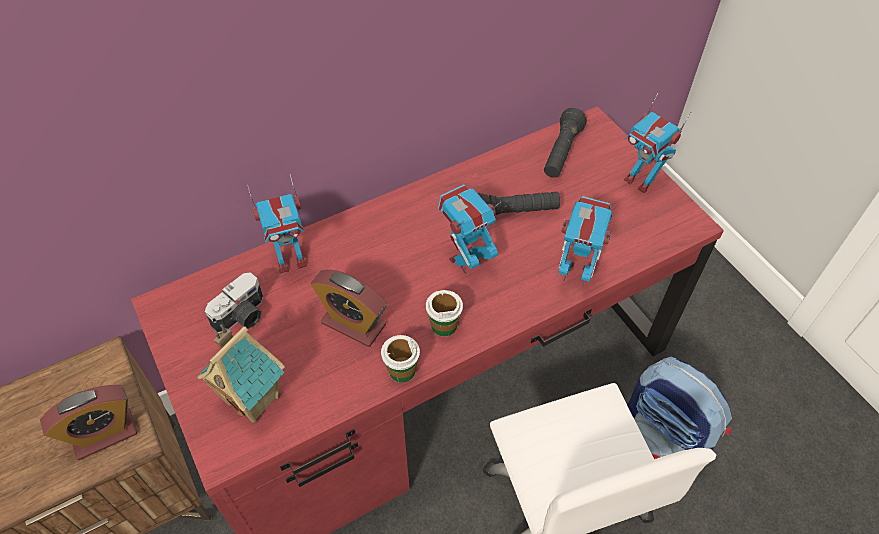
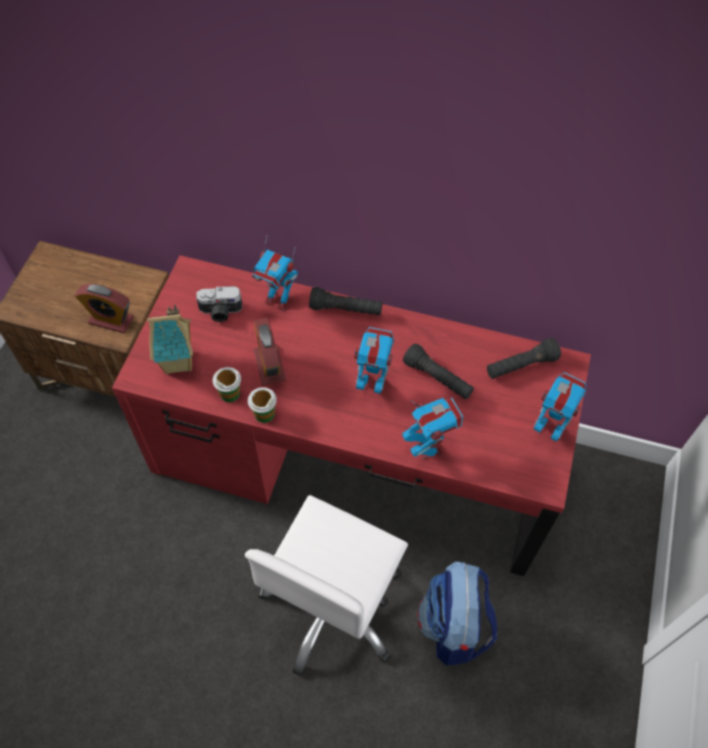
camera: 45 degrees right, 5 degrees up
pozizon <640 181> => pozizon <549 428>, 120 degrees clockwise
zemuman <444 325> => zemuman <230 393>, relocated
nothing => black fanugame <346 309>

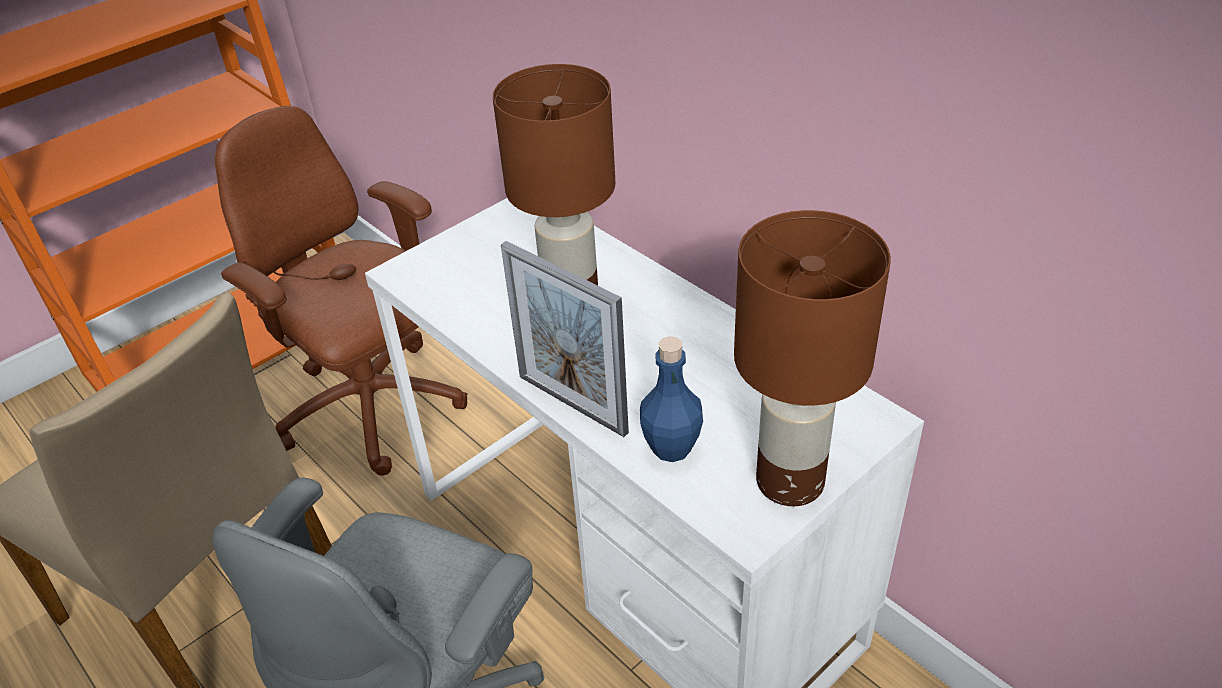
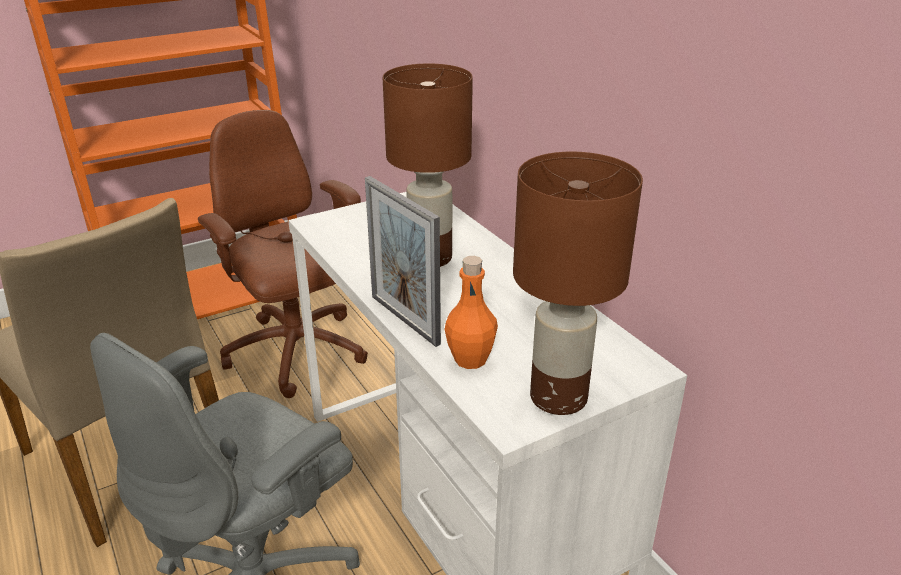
camera: 10 degrees right, 10 degrees down
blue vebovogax <671 447> => orange vebovogax <470 359>

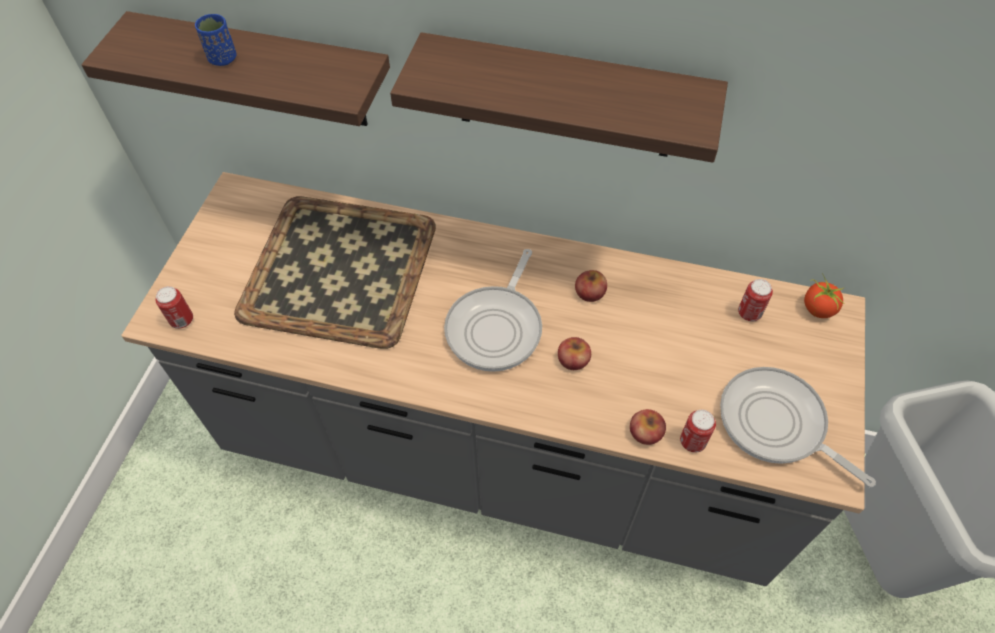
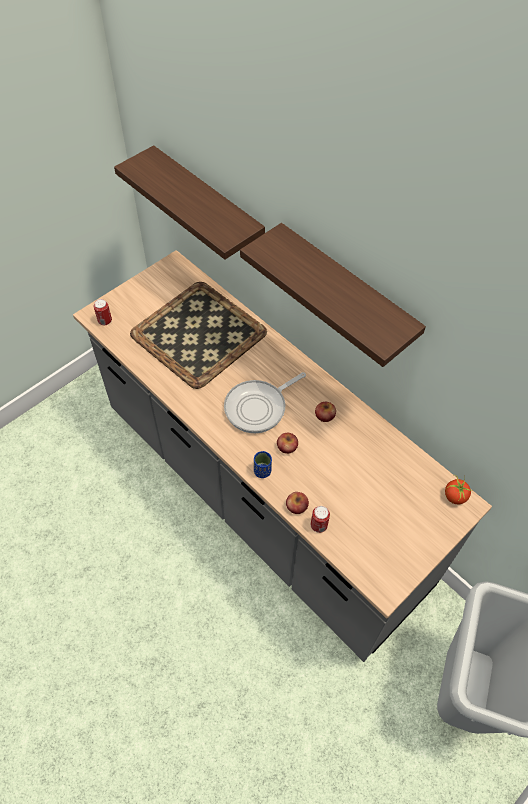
camera: 30 degrees right, 0 degrees up
blue zemuman <223 58> => blue zemuman <262 471>, relocated
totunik <749 313> => nothing
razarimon <776 424> => nothing

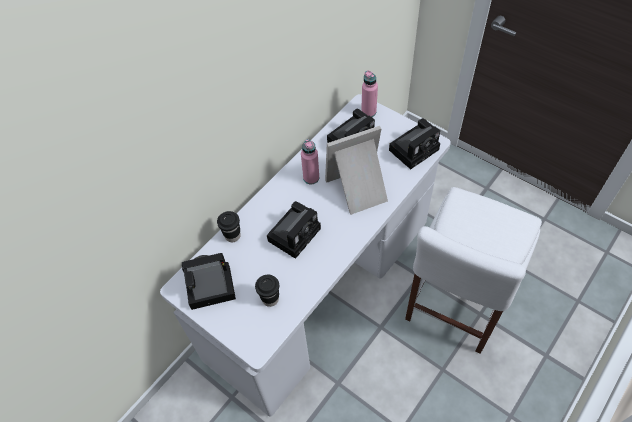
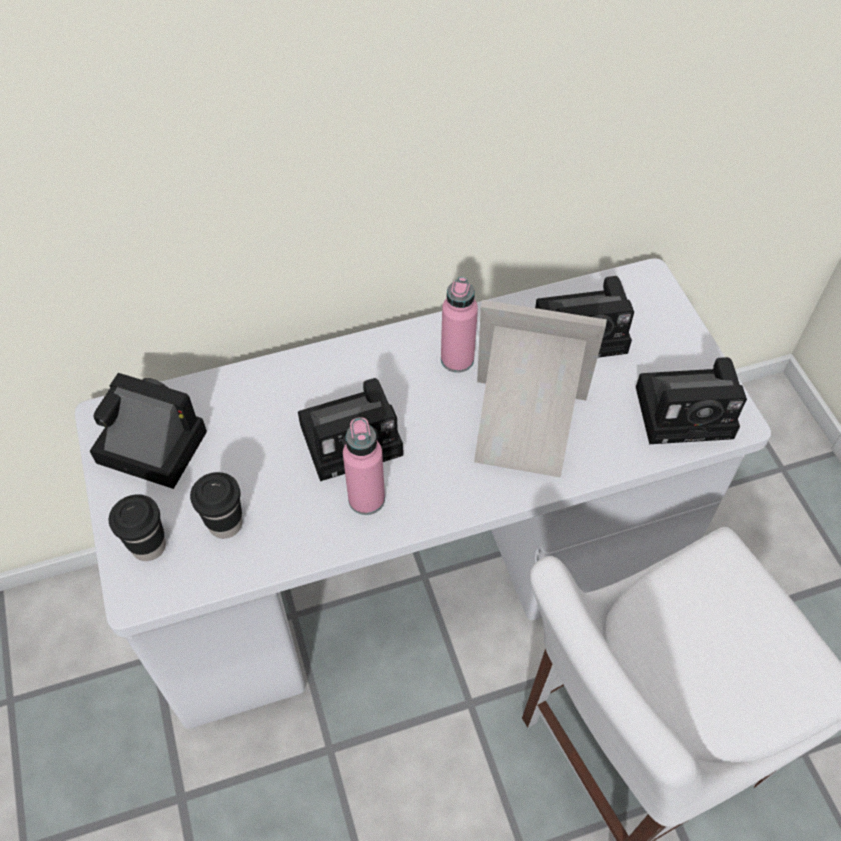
camera: 30 degrees right, 0 degrees up
pink vebovogax <368 112> => pink vebovogax <366 499>, relocated
black zemuman <232 236> => black zemuman <149 546>, relocated

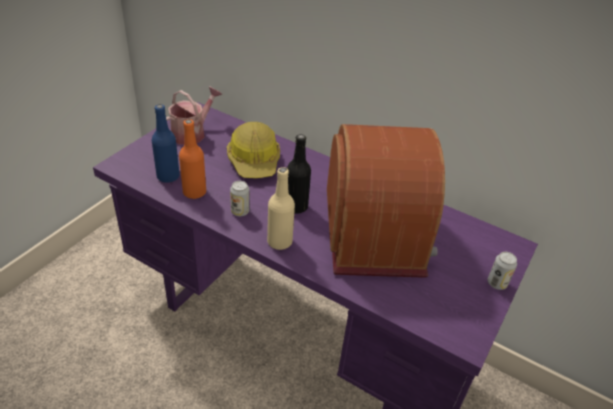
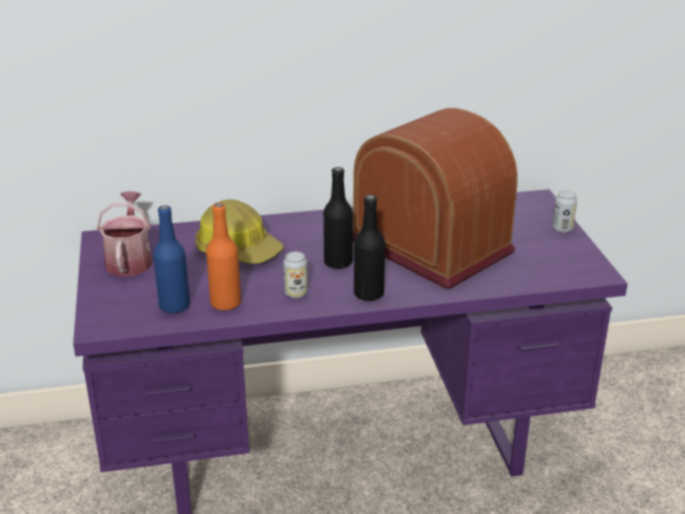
camera: 40 degrees left, 10 degrees down
beige vebovogax <279 242> => black vebovogax <368 294>

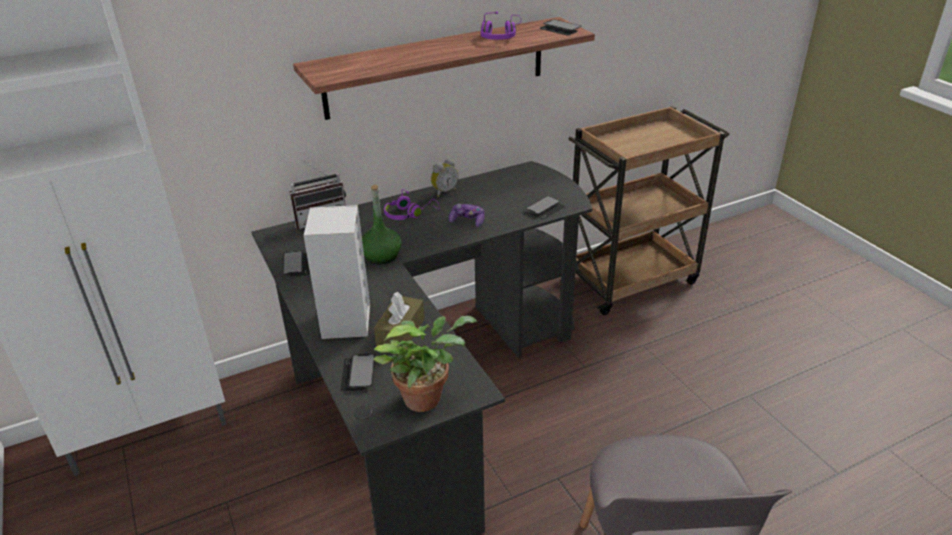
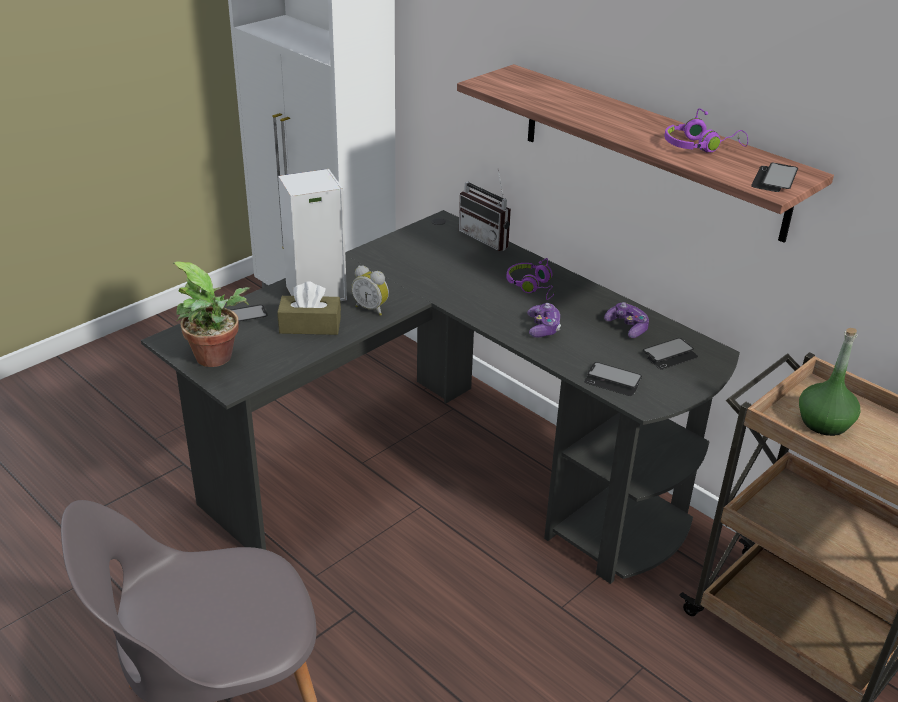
camera: 70 degrees right, 0 degrees up
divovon <444 191> => divovon <371 308>, relocated
green vebovogax <381 256> => green vebovogax <824 422>, relocated
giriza <296 265> => giriza <670 355>, relocated
nothing => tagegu <627 327>

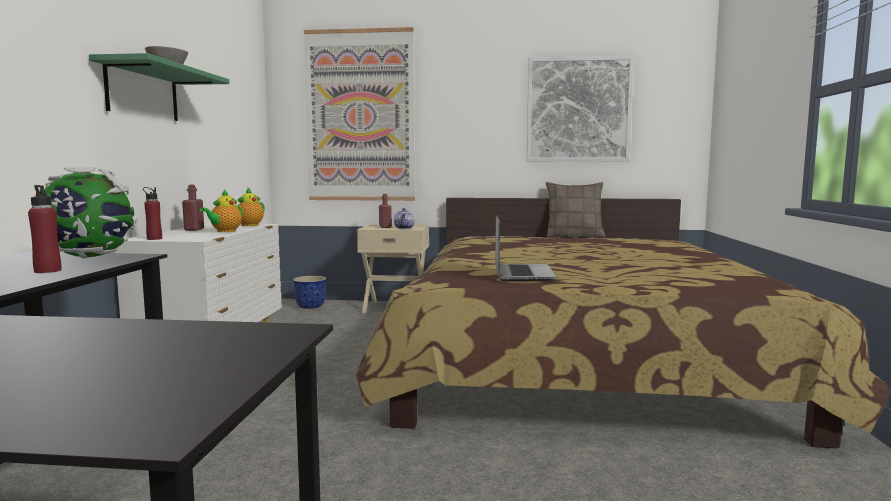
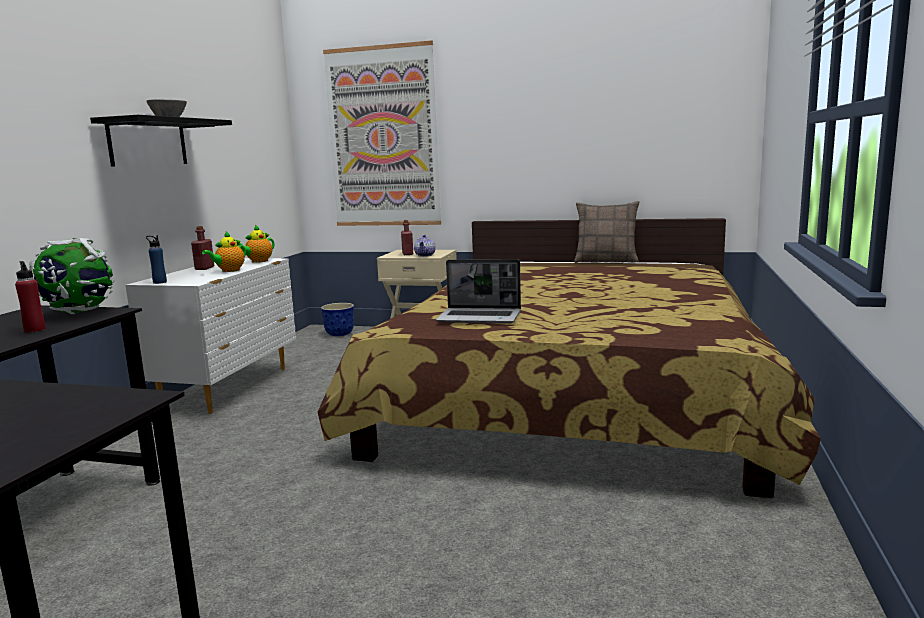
camera: 10 degrees right, 5 degrees up
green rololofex <142 92> => black rololofex <148 142>
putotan <578 110> => nothing
red vebovogax <154 239> => blue vebovogax <159 282>
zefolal <522 274> => zefolal <480 317>, 90 degrees clockwise

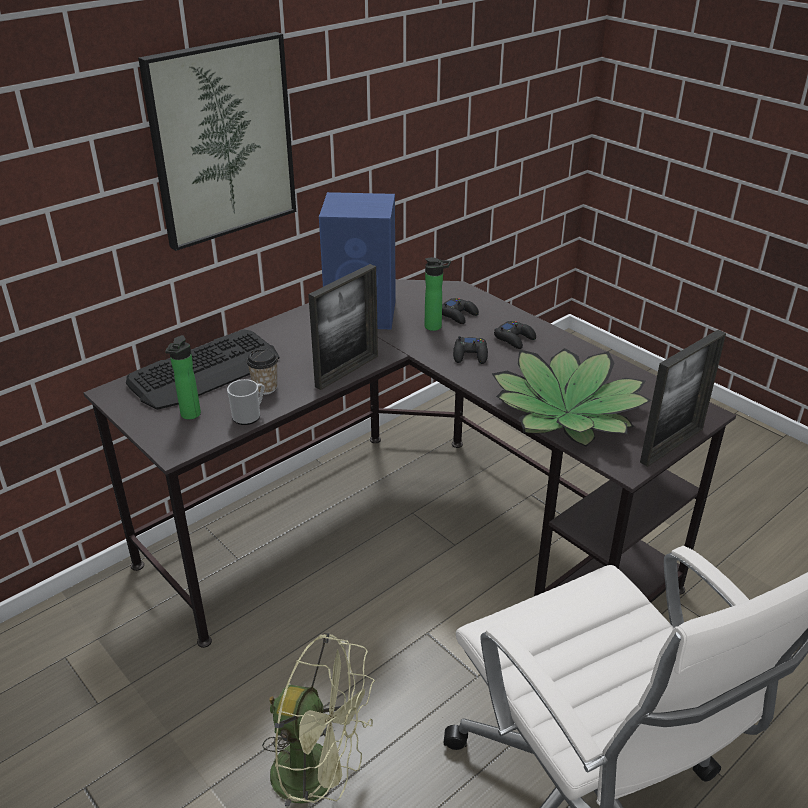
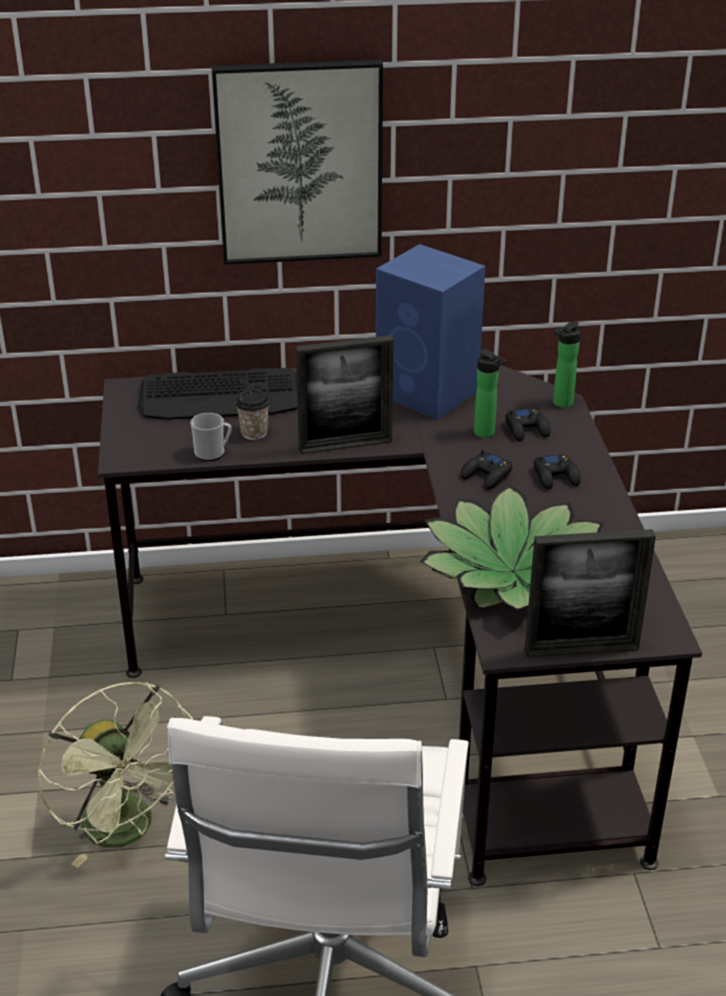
camera: 35 degrees right, 0 degrees up
vebovogax <189 416> => vebovogax <560 404>, relocated

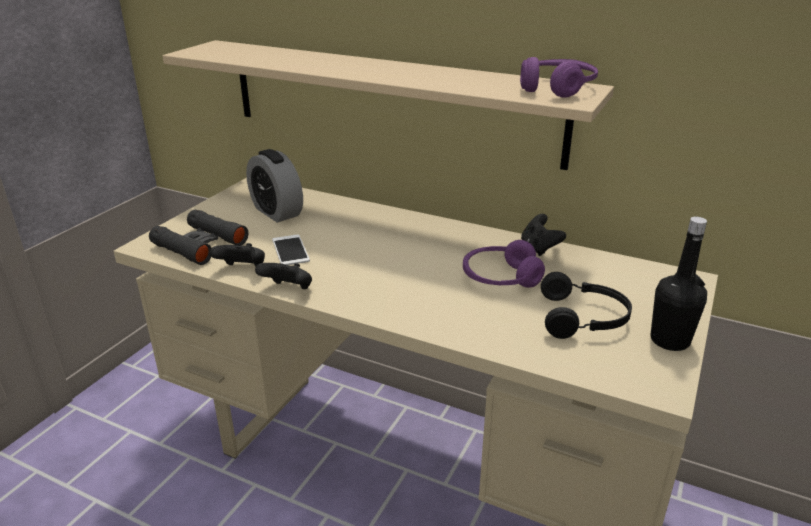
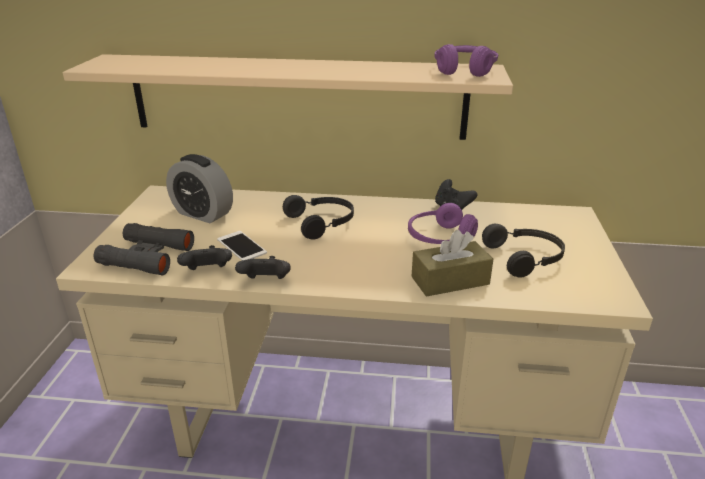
camera: 20 degrees left, 0 degrees up
black vebovogax <669 340> => nothing
nothing => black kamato <322 223>
nothing => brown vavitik <450 280>

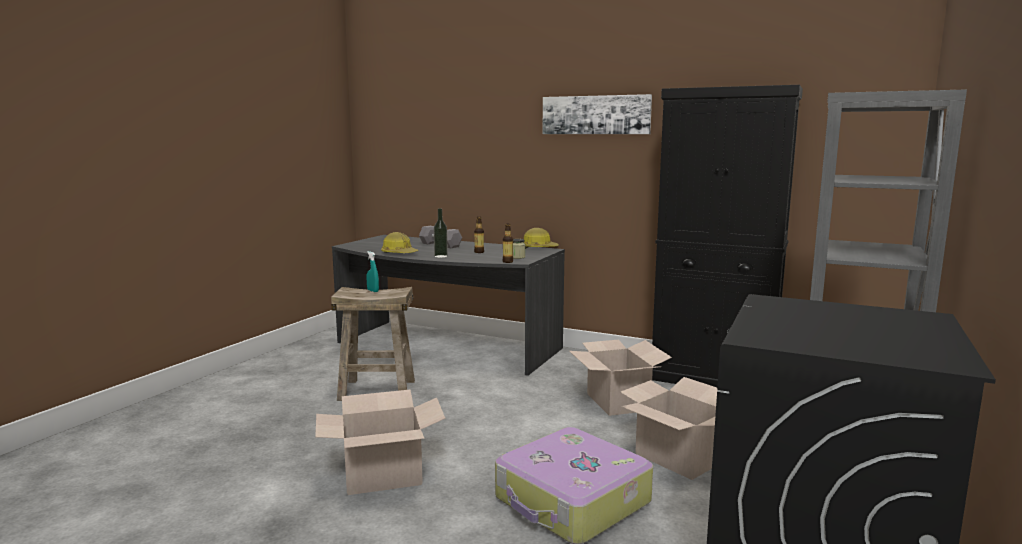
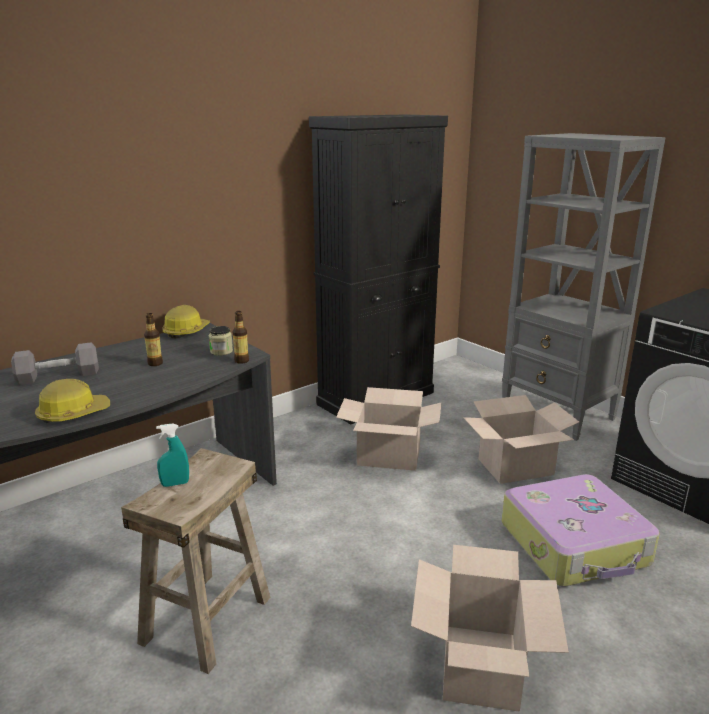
camera: 65 degrees left, 10 degrees up
putotan <596 115> => nothing
vebovogax <440 256> => nothing

